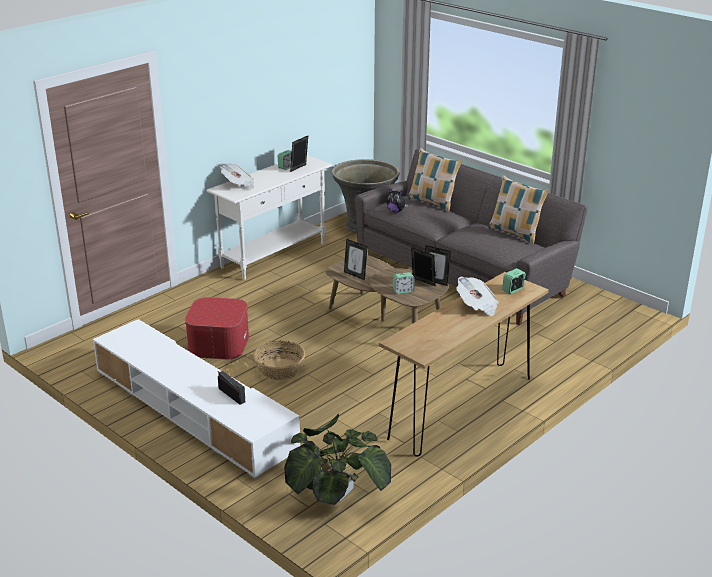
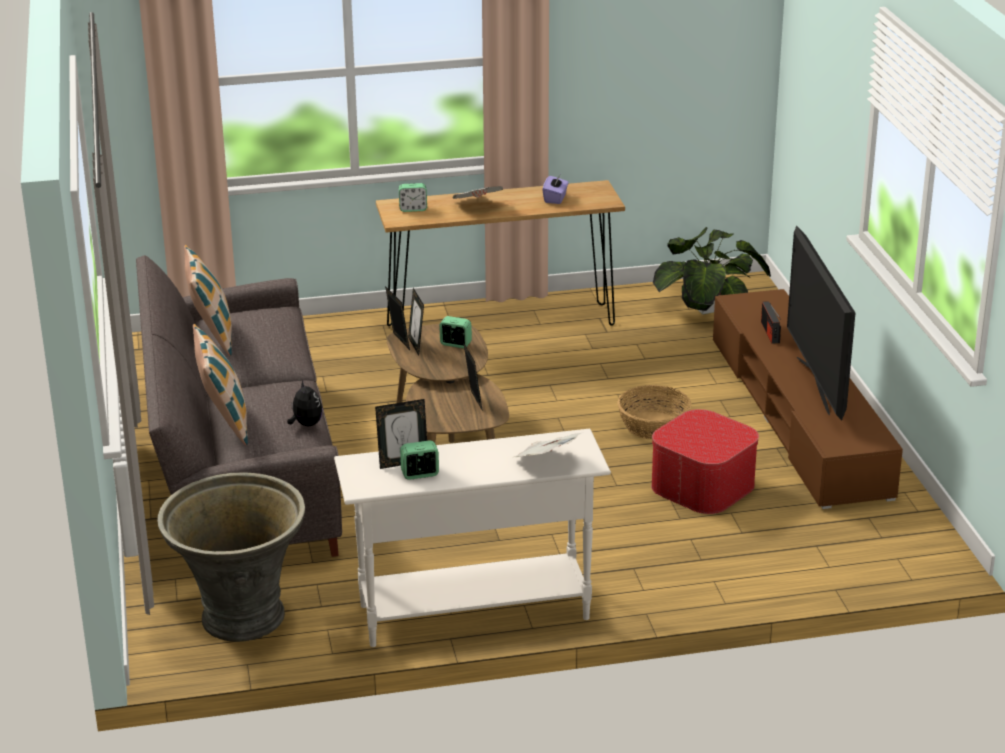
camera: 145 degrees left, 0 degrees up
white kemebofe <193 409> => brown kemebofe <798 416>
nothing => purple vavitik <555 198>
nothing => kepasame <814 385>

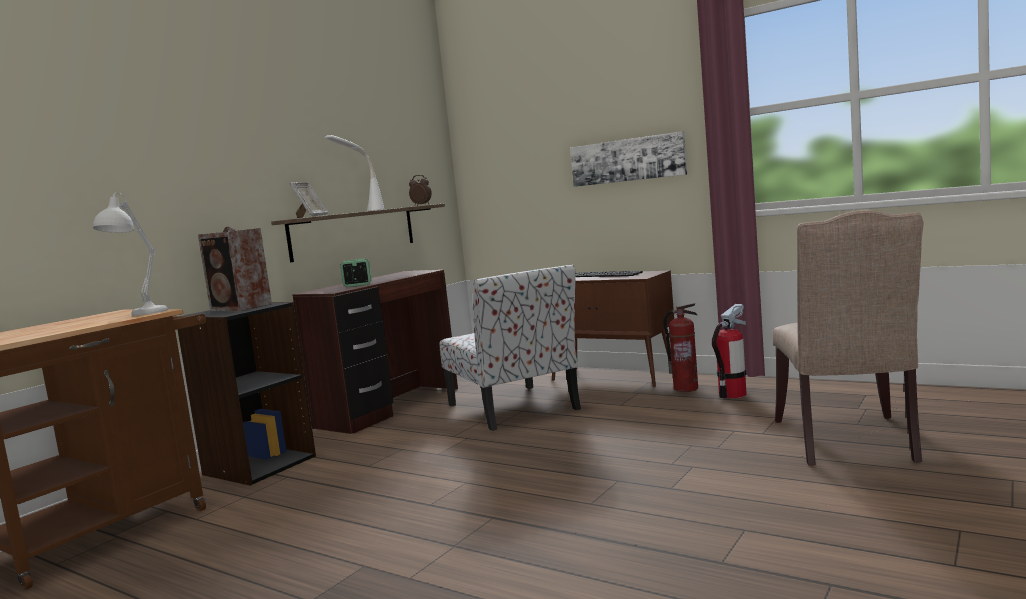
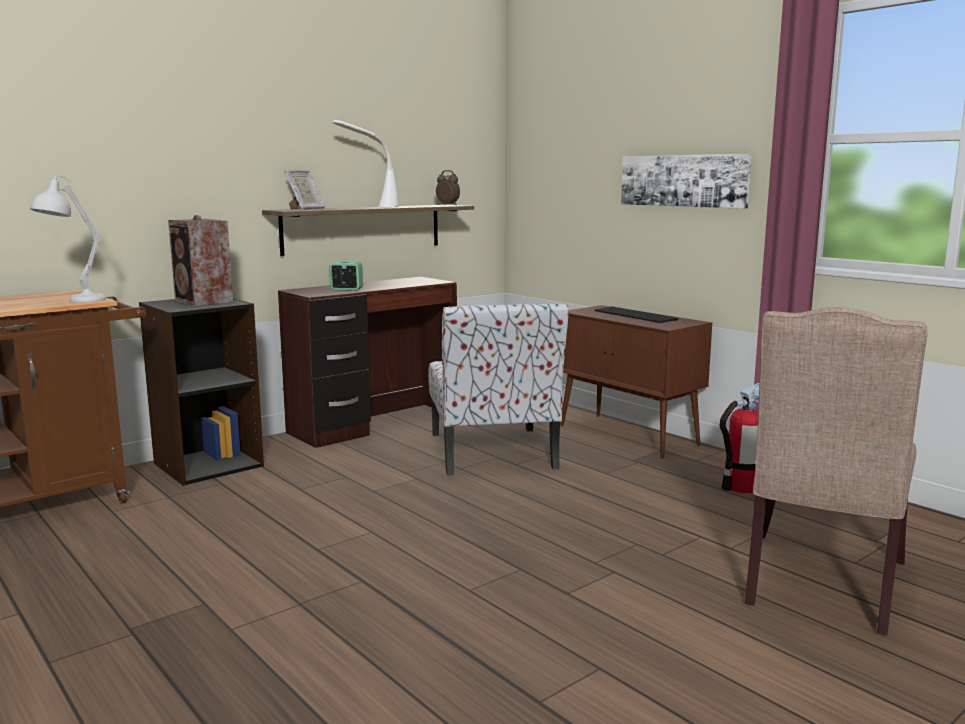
camera: 15 degrees right, 5 degrees up
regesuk <686 388> => nothing

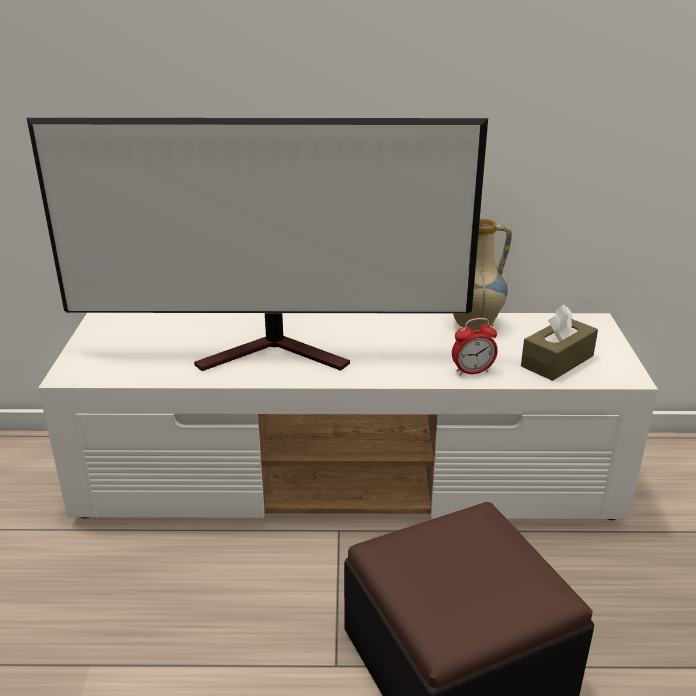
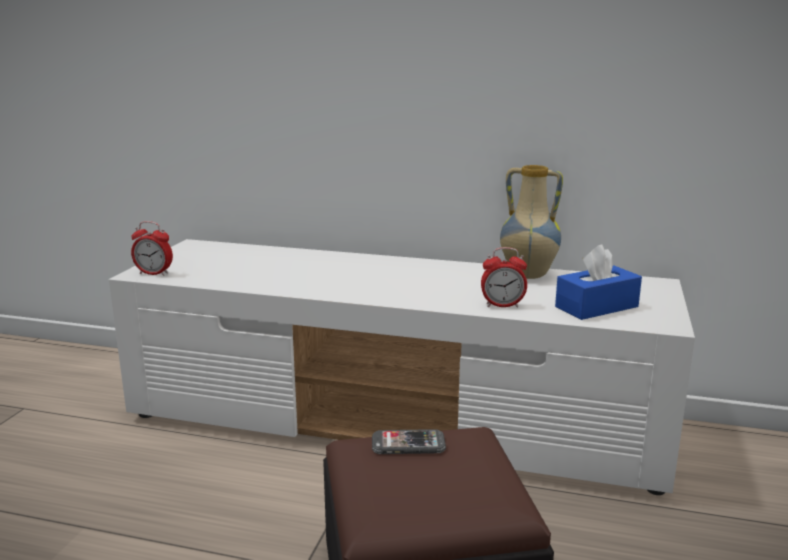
camera: 15 degrees right, 10 degrees down
kepasame <278 353> => nothing
brown vavitik <557 361> => blue vavitik <596 307>
nothing => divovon <154 273>
nothing => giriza <408 444>

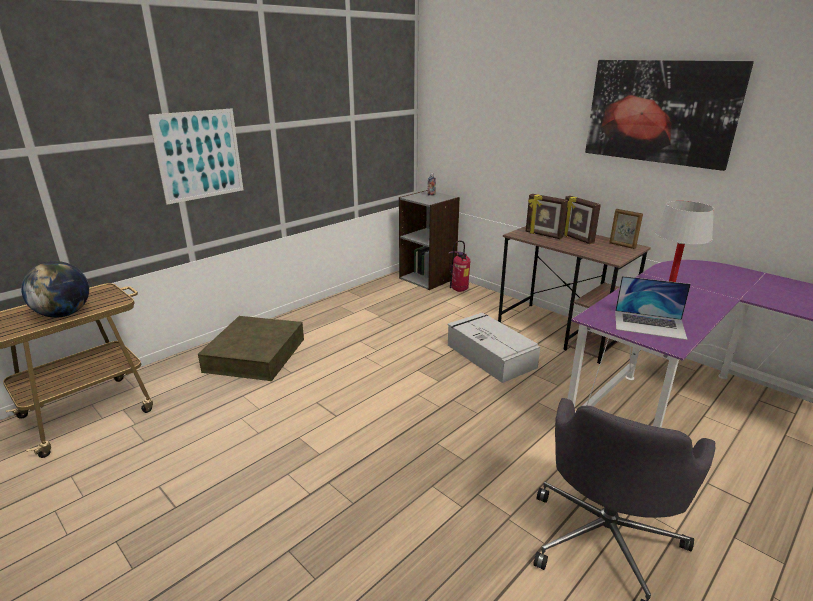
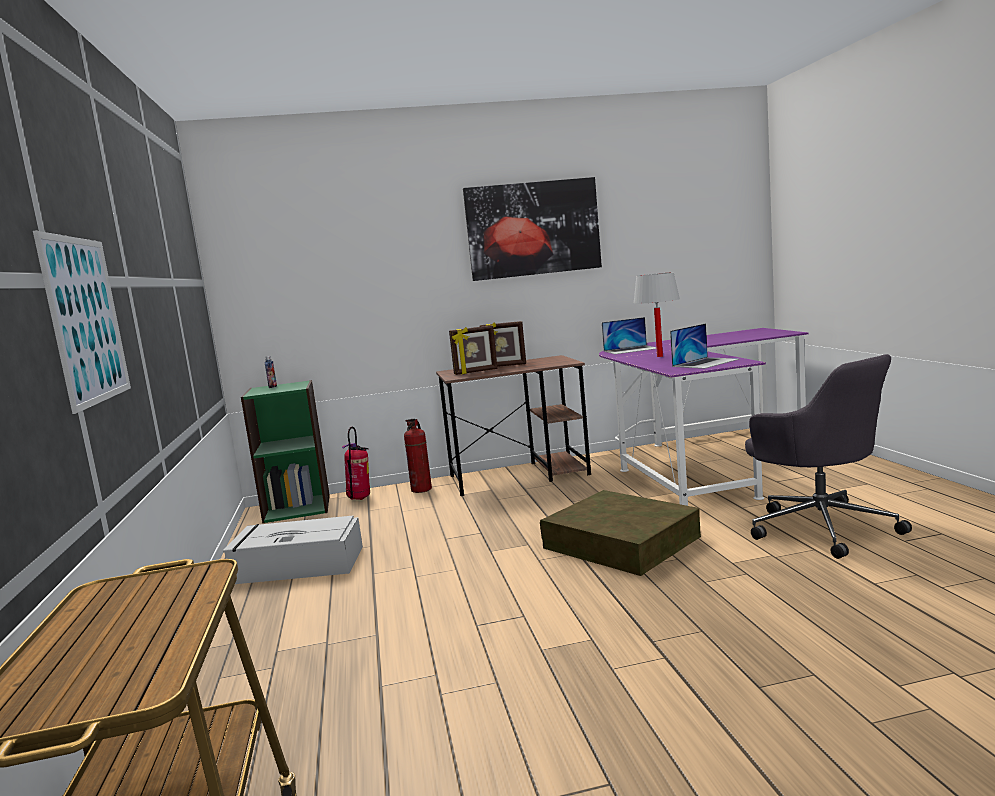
camera: 55 degrees left, 15 degrees down
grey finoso <428 278> => green finoso <297 508>
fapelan <622 246> => nothing
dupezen <64 314> => nothing
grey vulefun <489 355> => grey vulefun <297 565>, relocated
brown vulefun <255 355> => brown vulefun <620 542>, relocated
nothing => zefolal <631 349>
nothing => regesuk <421 489>

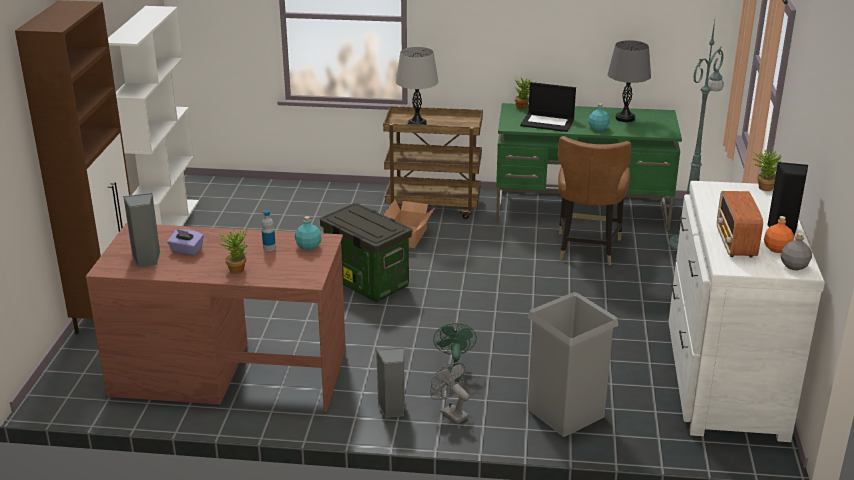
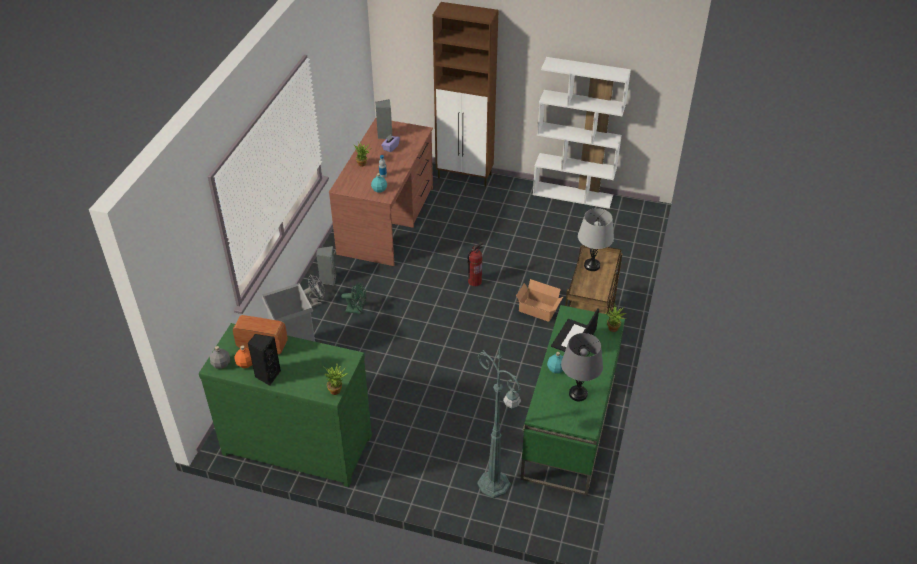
camera: 100 degrees right, 15 degrees up
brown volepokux <587 248> => nothing
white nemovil <723 379> => green nemovil <298 442>
vulefun <365 282> => regesuk <474 281>

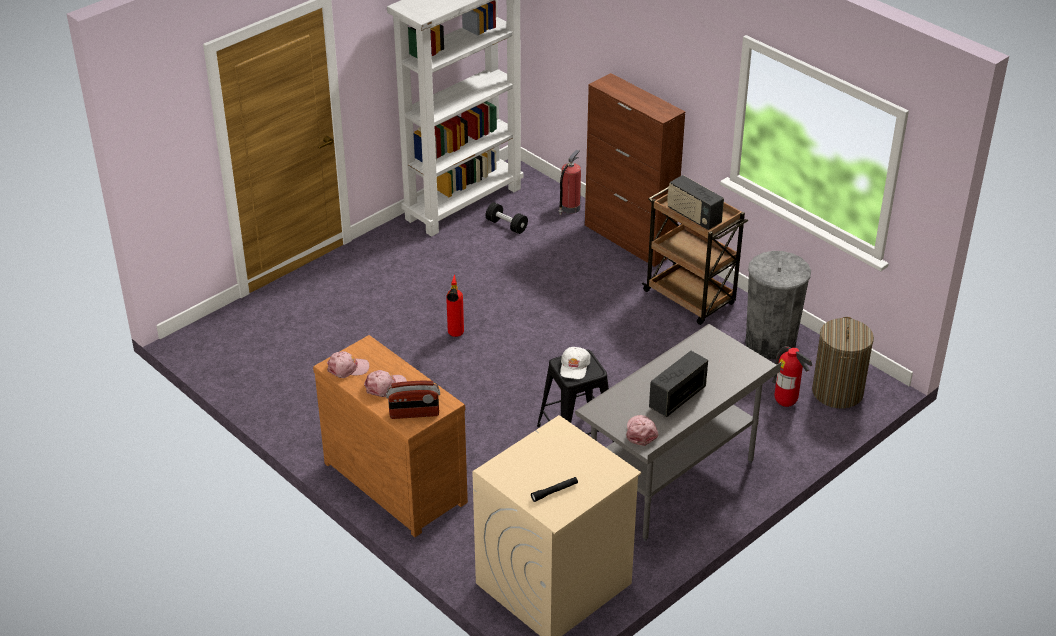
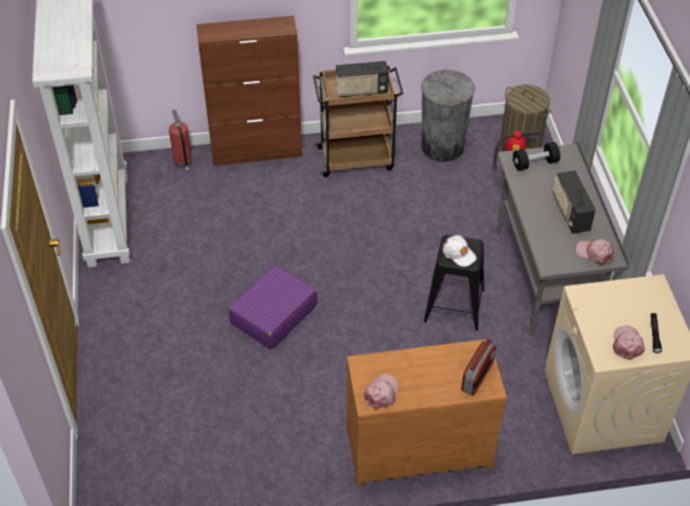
camera: 55 degrees left, 10 degrees up
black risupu <506 225> => black risupu <535 163>, relocated
regesuk <455 336> => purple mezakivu <273 315>
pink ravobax <385 386> => pink ravobax <627 344>, relocated

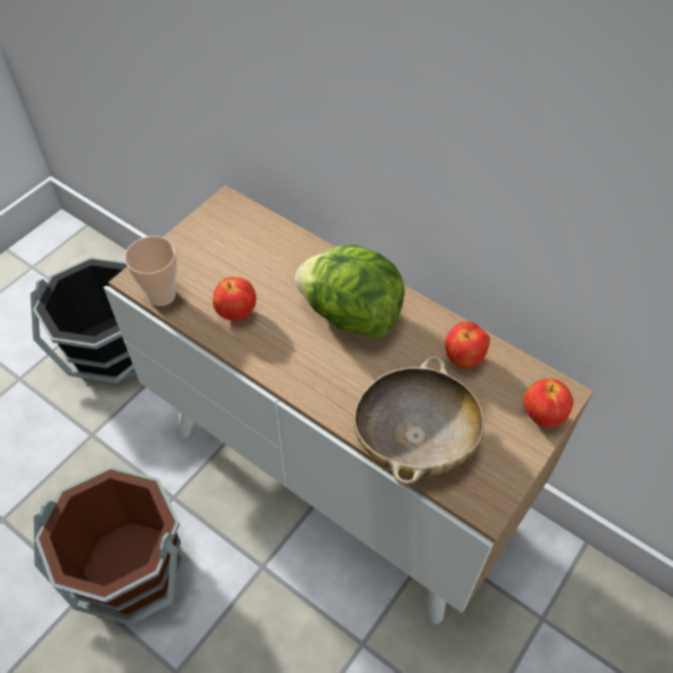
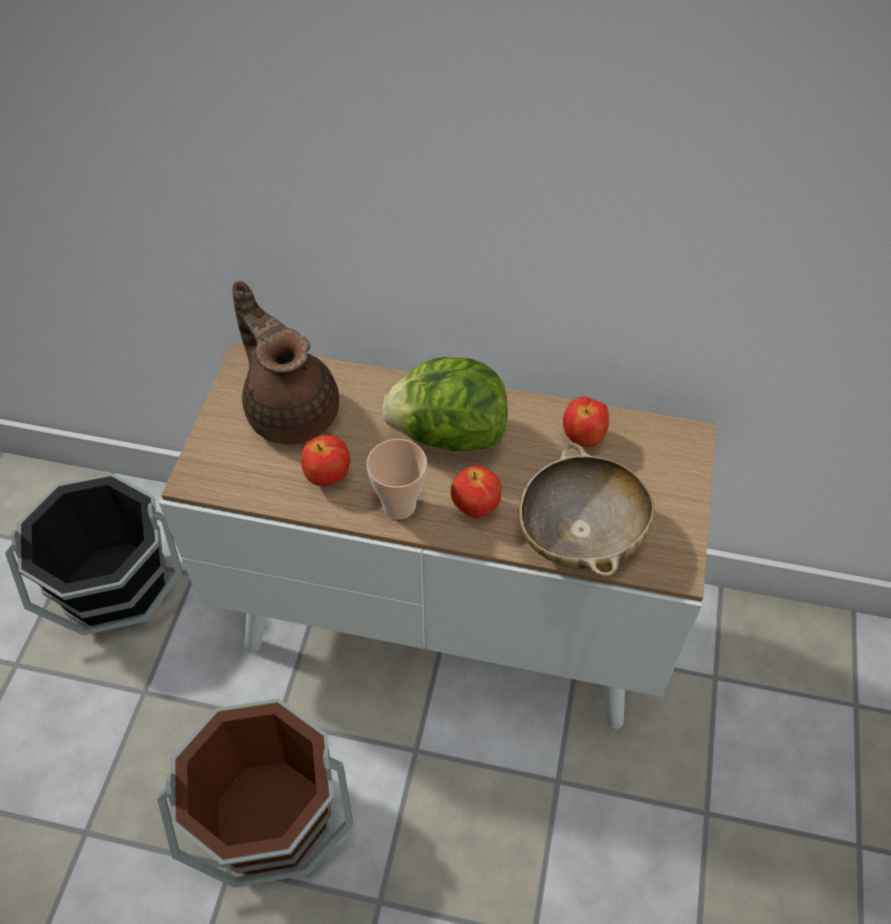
camera: 25 degrees left, 0 degrees up
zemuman <162 295> => zemuman <399 505>, relocated
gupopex <541 416> => gupopex <475 507>, relocated
nothing => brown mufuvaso <291 409>

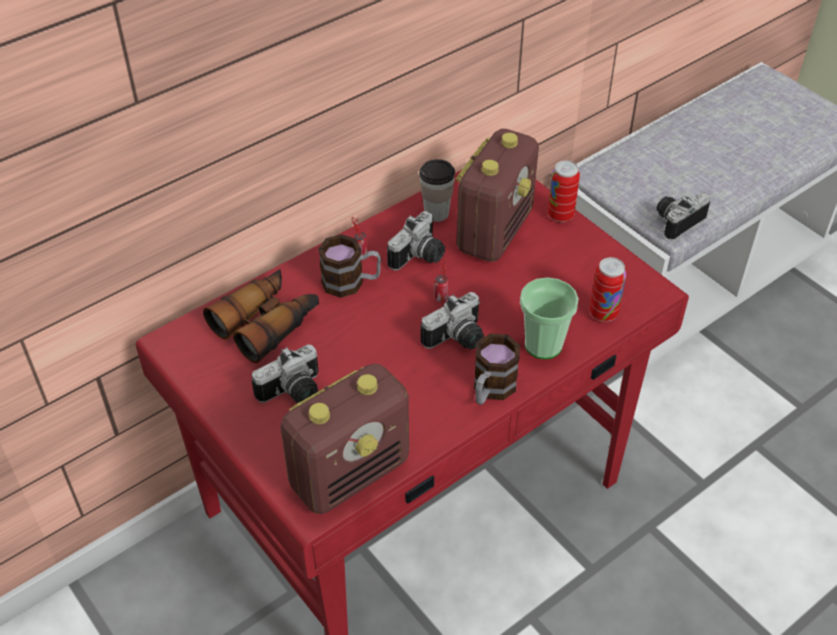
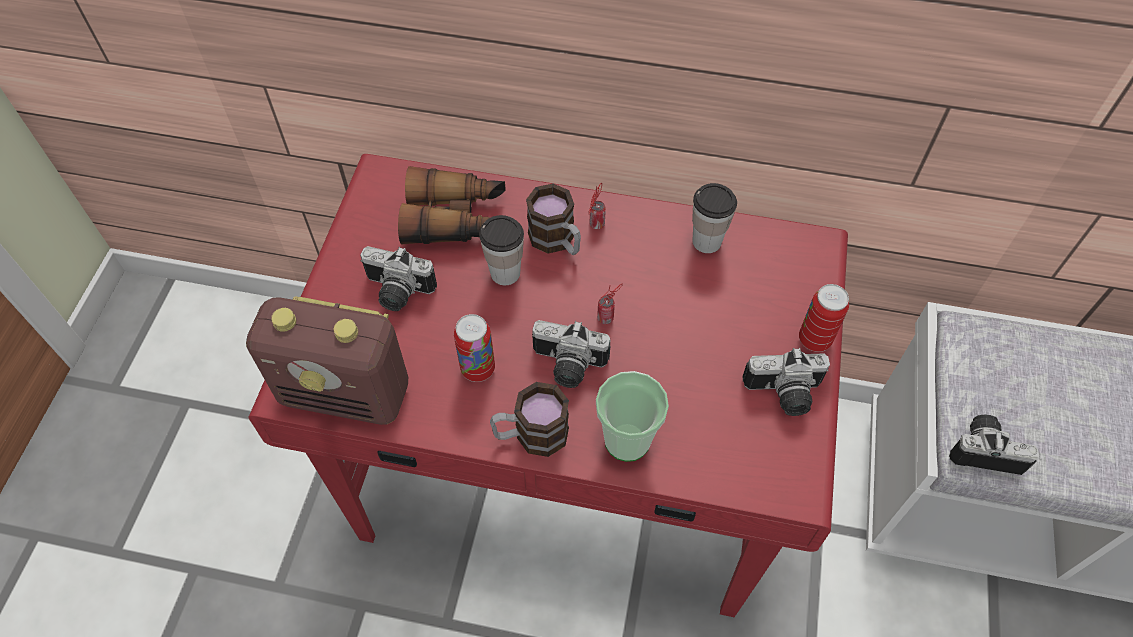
camera: 50 degrees right, 10 degrees up
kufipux <494 231> => nothing
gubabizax <420 257> => gubabizax <784 395>, relocated
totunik <603 313> => totunik <478 369>, relocated
nothing => zemuman <505 273>

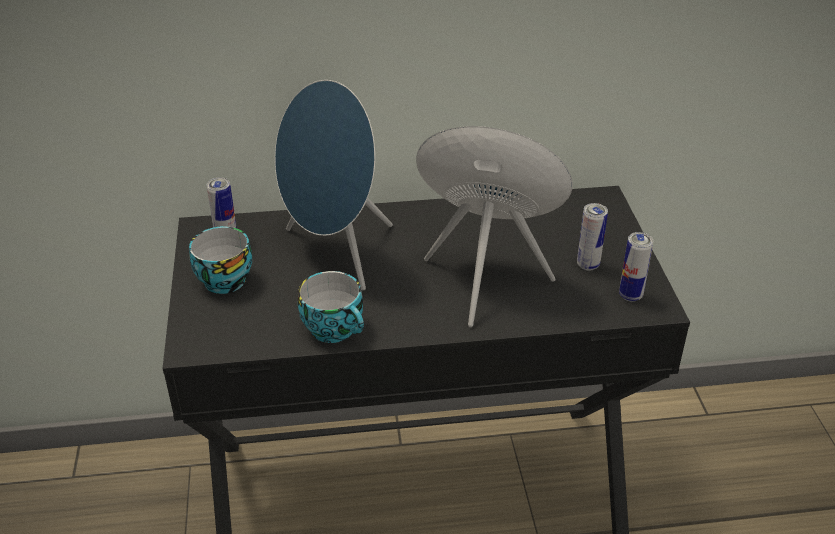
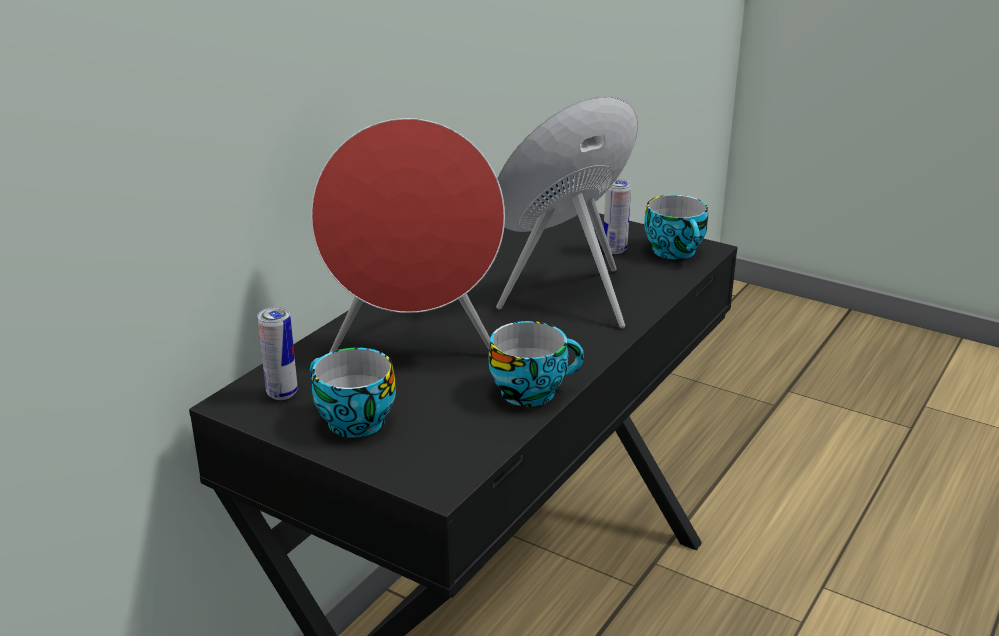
camera: 50 degrees left, 10 degrees down
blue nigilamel <336 253> => red nigilamel <415 346>
totunik <630 295> => zemuman <677 252>

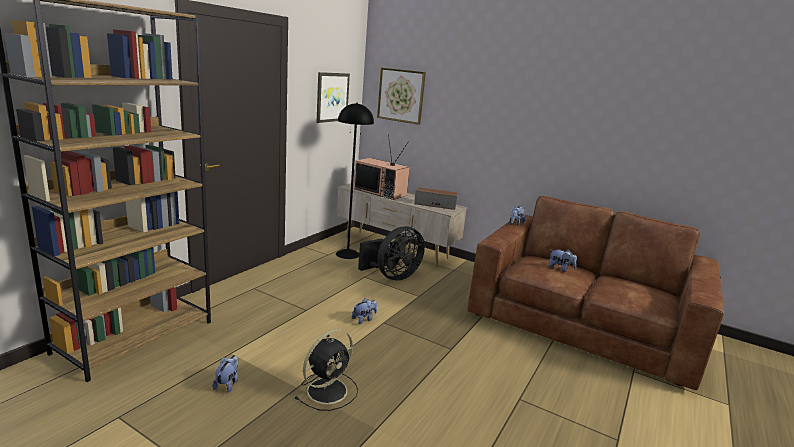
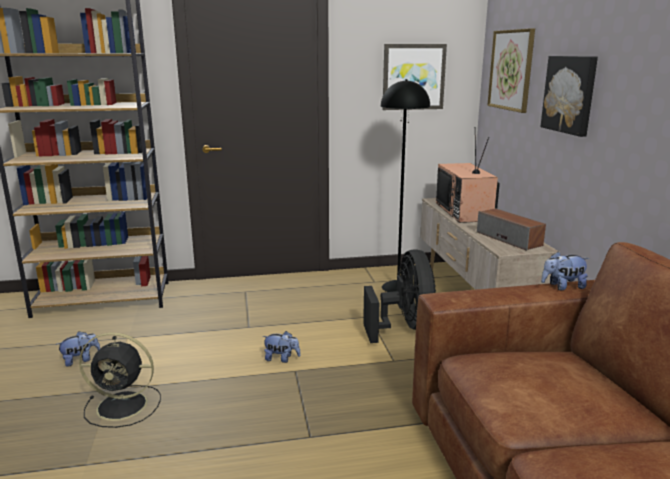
camera: 50 degrees right, 0 degrees up
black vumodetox <392 276> => black vumodetox <404 327>, 105 degrees counterclockwise
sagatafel <560 269> => nothing
nothing => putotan <570 94>

